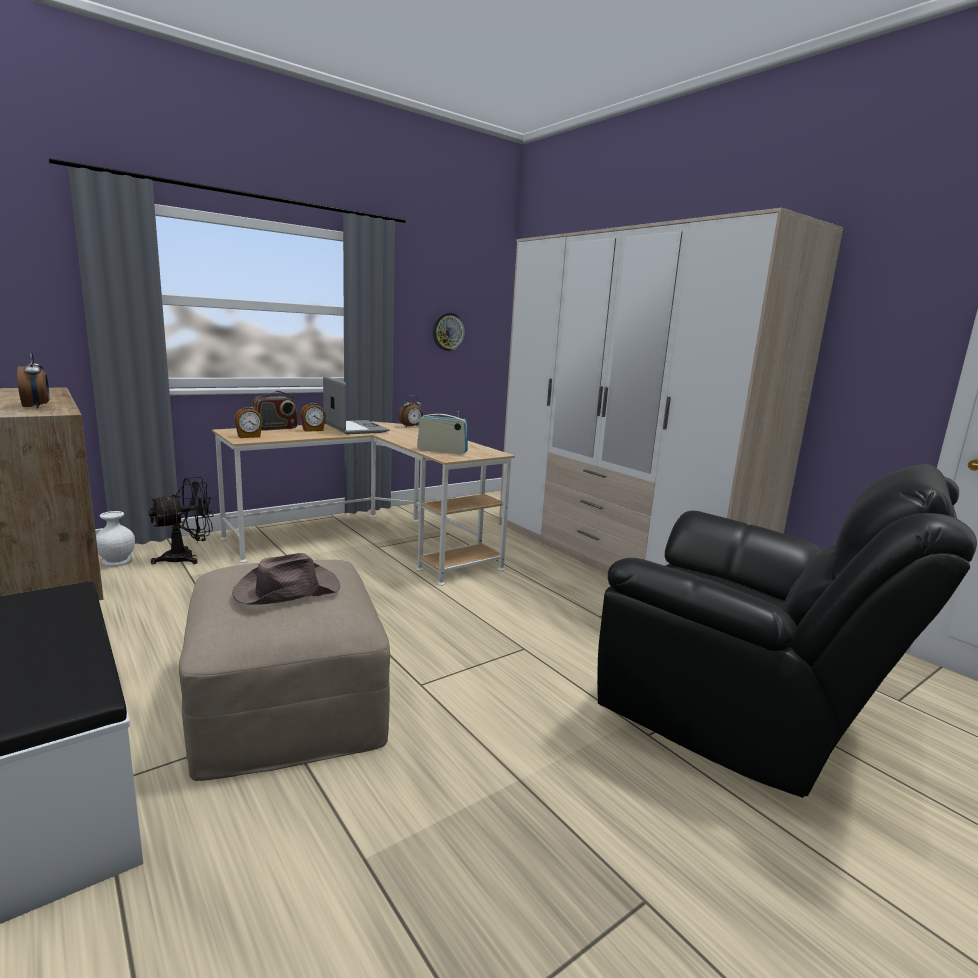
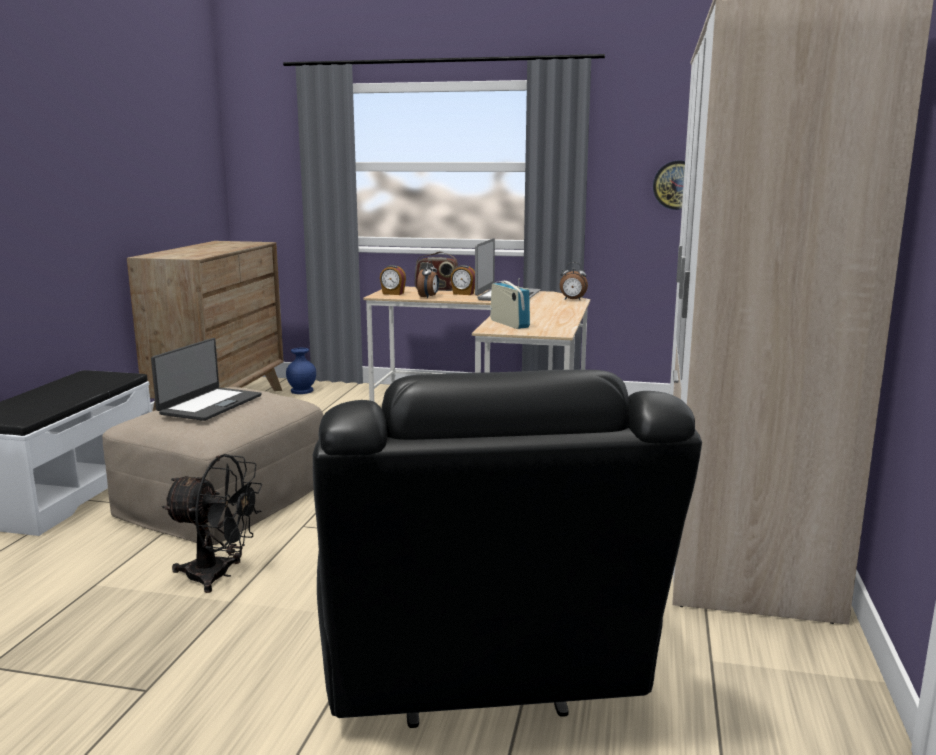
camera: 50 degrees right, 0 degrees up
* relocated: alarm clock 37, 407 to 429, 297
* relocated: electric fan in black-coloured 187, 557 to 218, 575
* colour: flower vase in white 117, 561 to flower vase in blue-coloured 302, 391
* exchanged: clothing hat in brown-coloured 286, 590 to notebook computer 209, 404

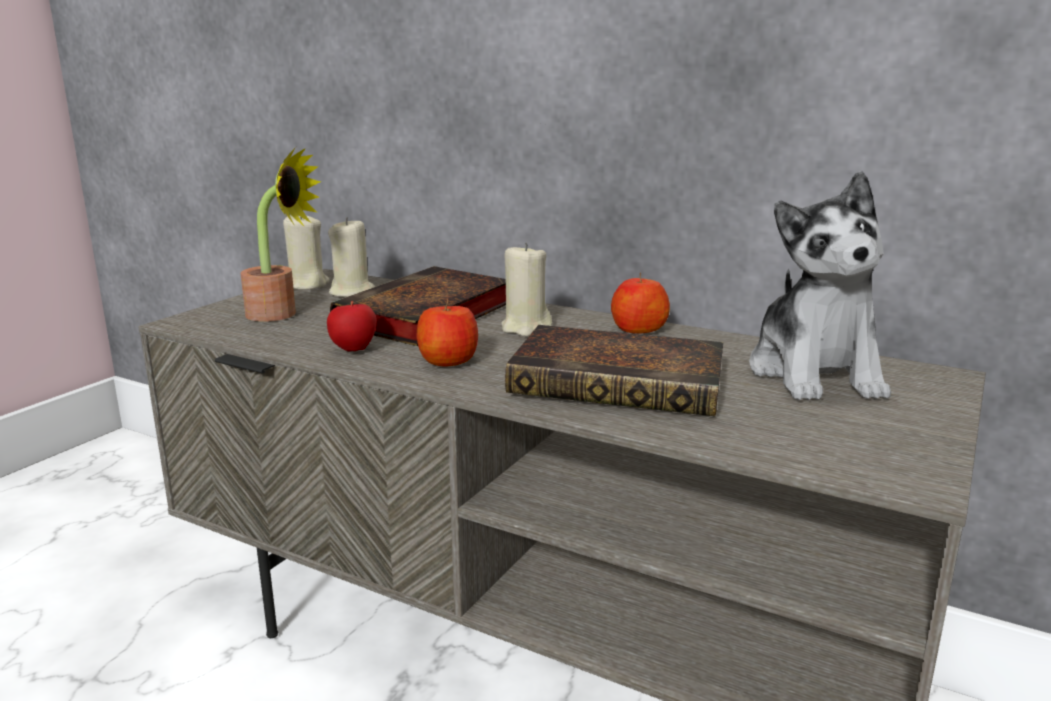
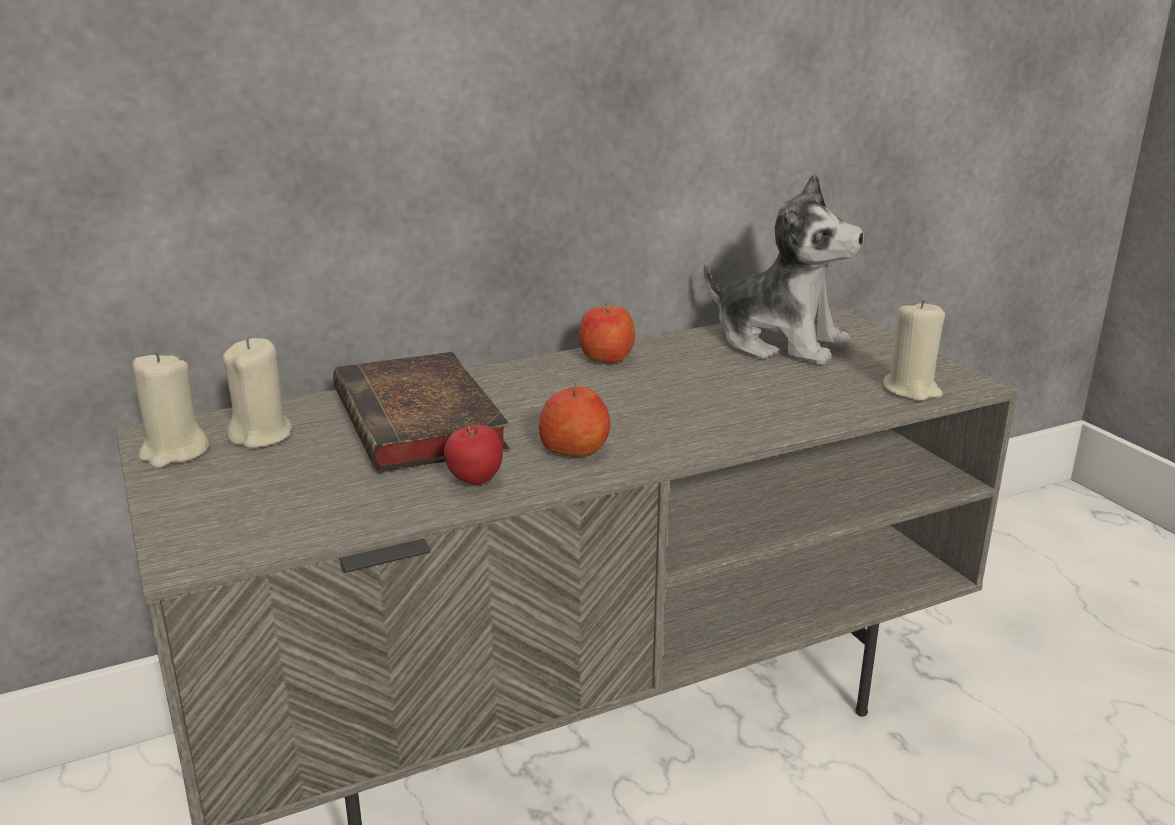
camera: 55 degrees left, 5 degrees up
* missing: plant in a pot 281, 315
* relocated: candle in sand-coloured 525, 328 to 911, 390
* missing: book 623, 382

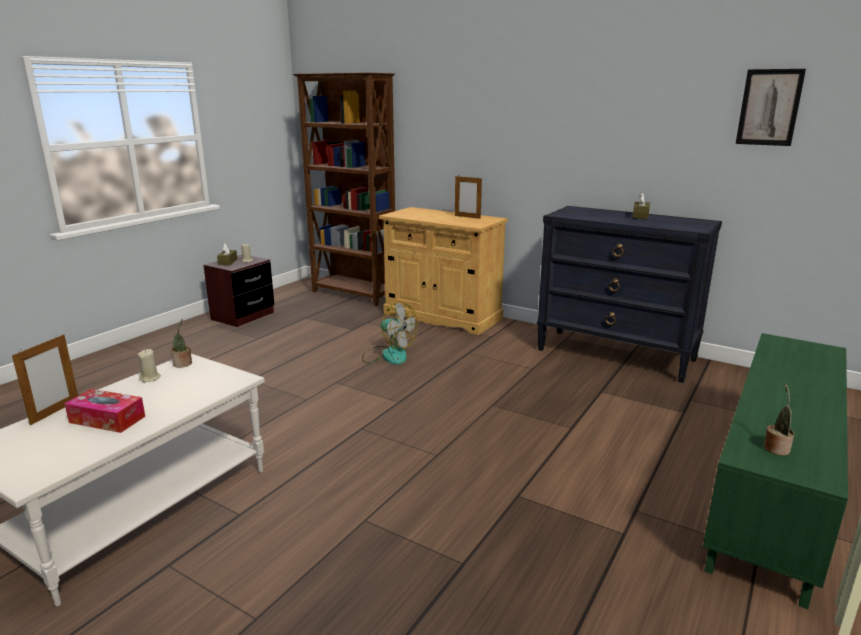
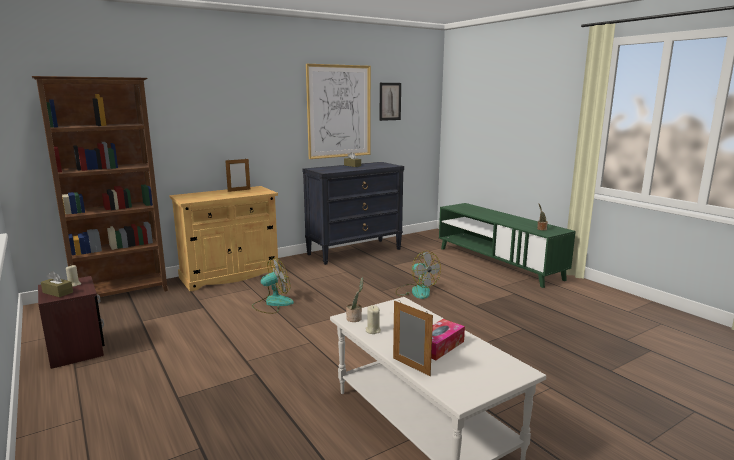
camera: 65 degrees left, 5 degrees down
* appeared: wall picture 339, 111
* appeared: electric fan 416, 291

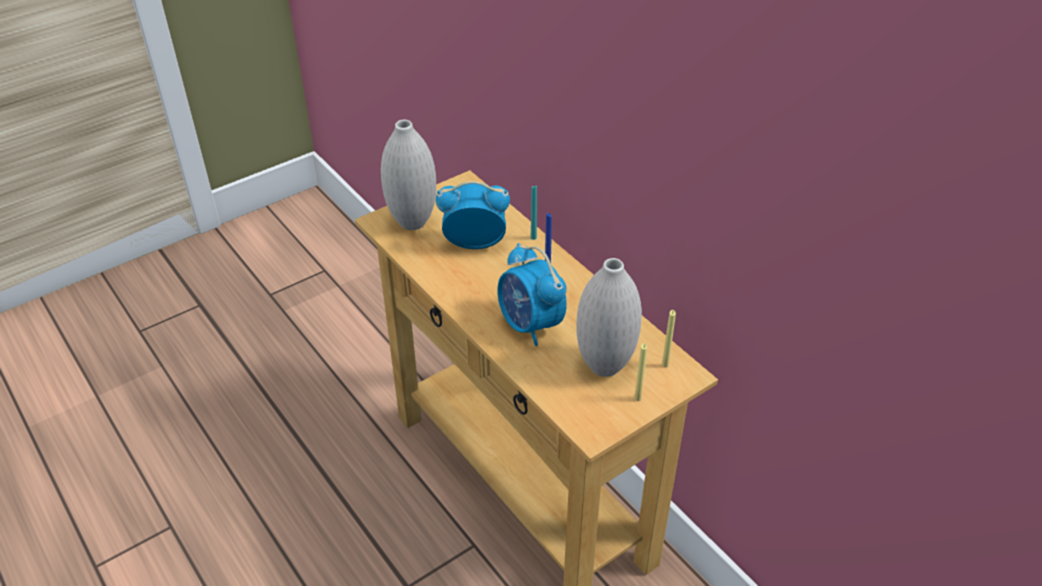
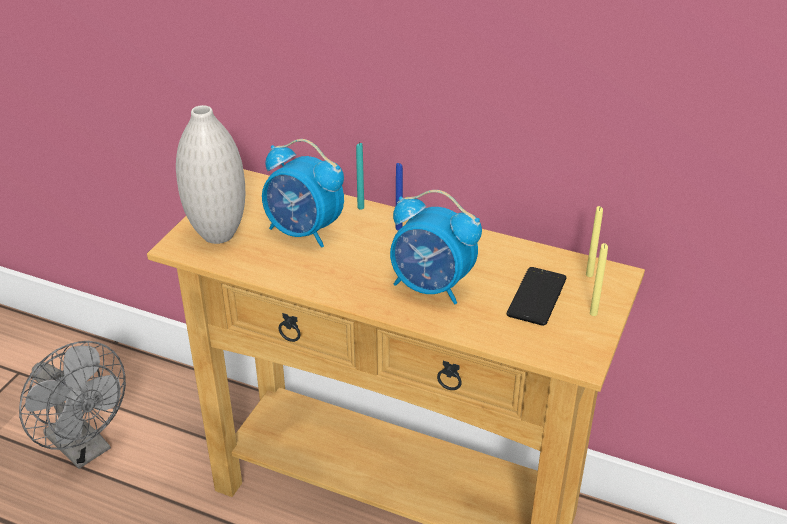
camera: 30 degrees left, 5 degrees down
* spun: alarm clock 474, 243 = 304, 232 120 degrees counterclockwise
* exchanged: flower vase in white 605, 366 to phone 537, 296
* appeared: electric fan in greyish 85, 448

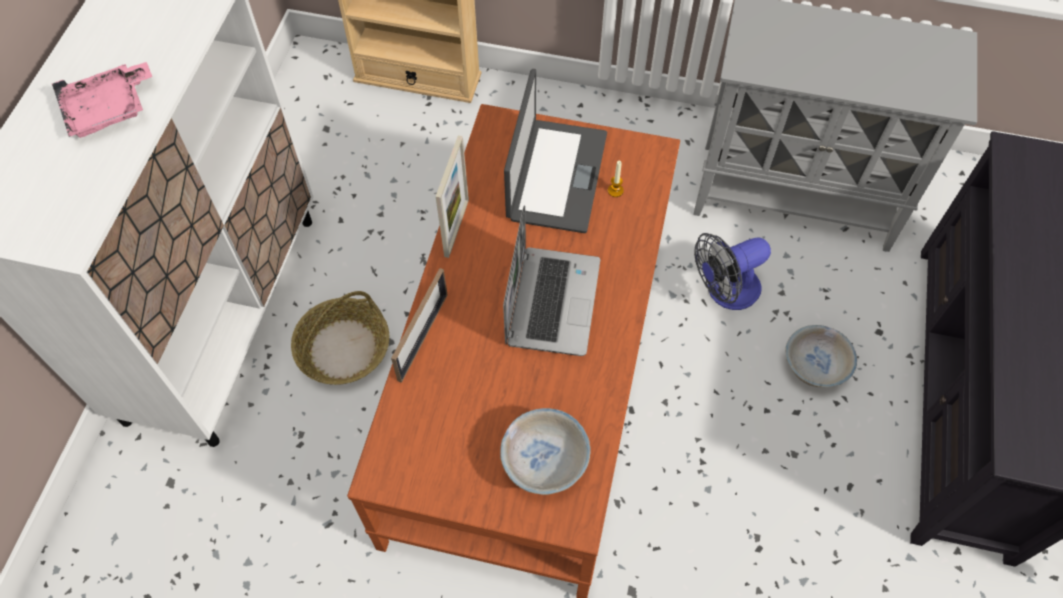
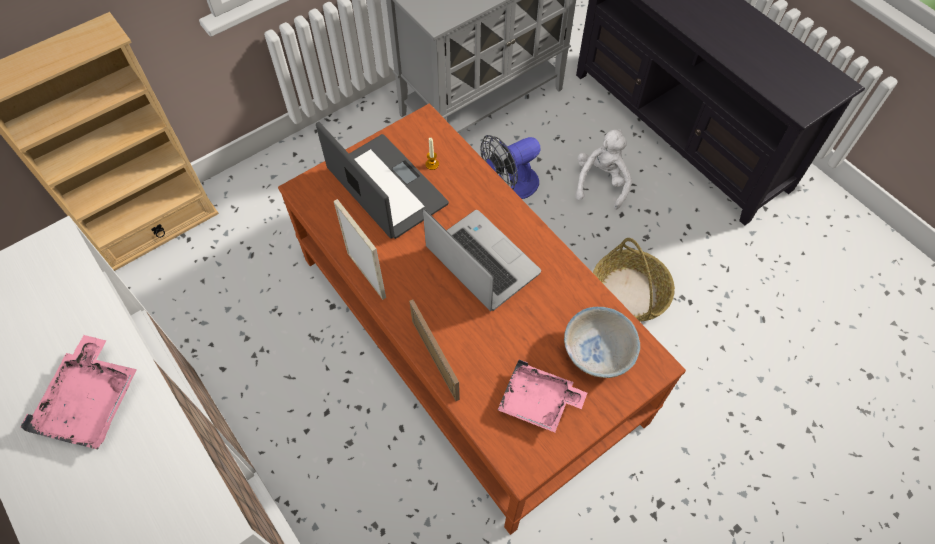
camera: 50 degrees left, 0 degrees up
* spun: electric fan 725, 291 = 510, 186 45 degrees clockwise
* relocated: storage basket 343, 349 to 630, 293
* exchanged: serving bowl in white 815, 367 to cuddly toy in white 601, 182
* appeared: serving tray in pinkish 538, 402

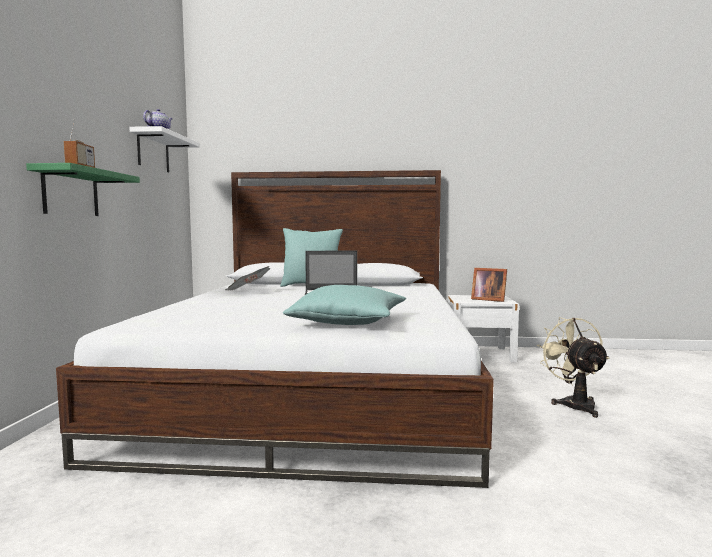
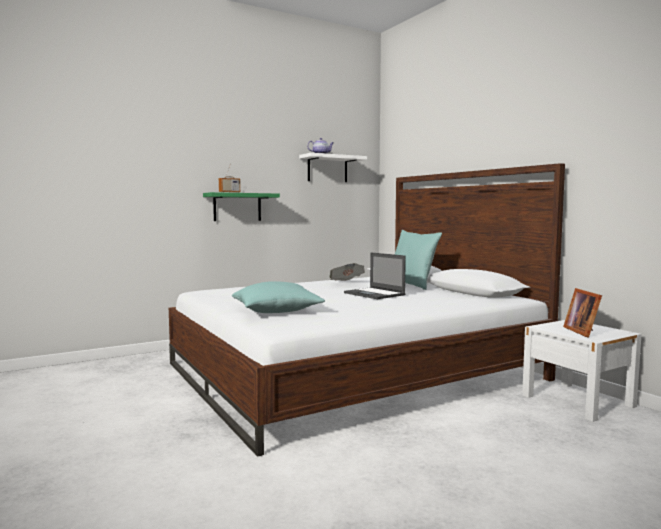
camera: 55 degrees right, 0 degrees up
* missing: electric fan in sand-coloured 574, 404

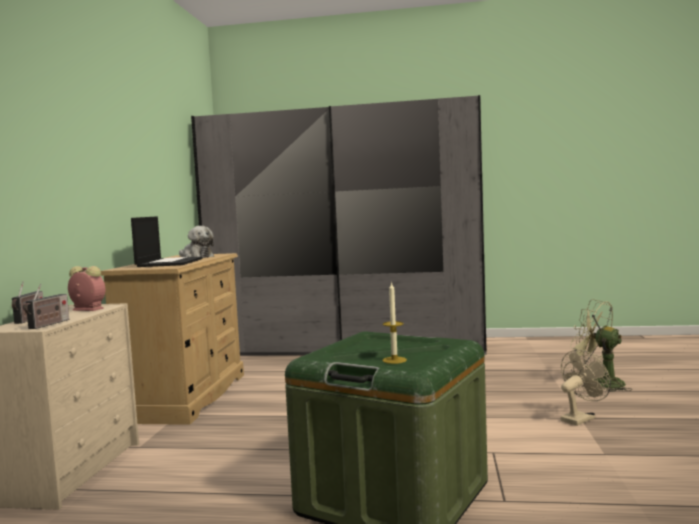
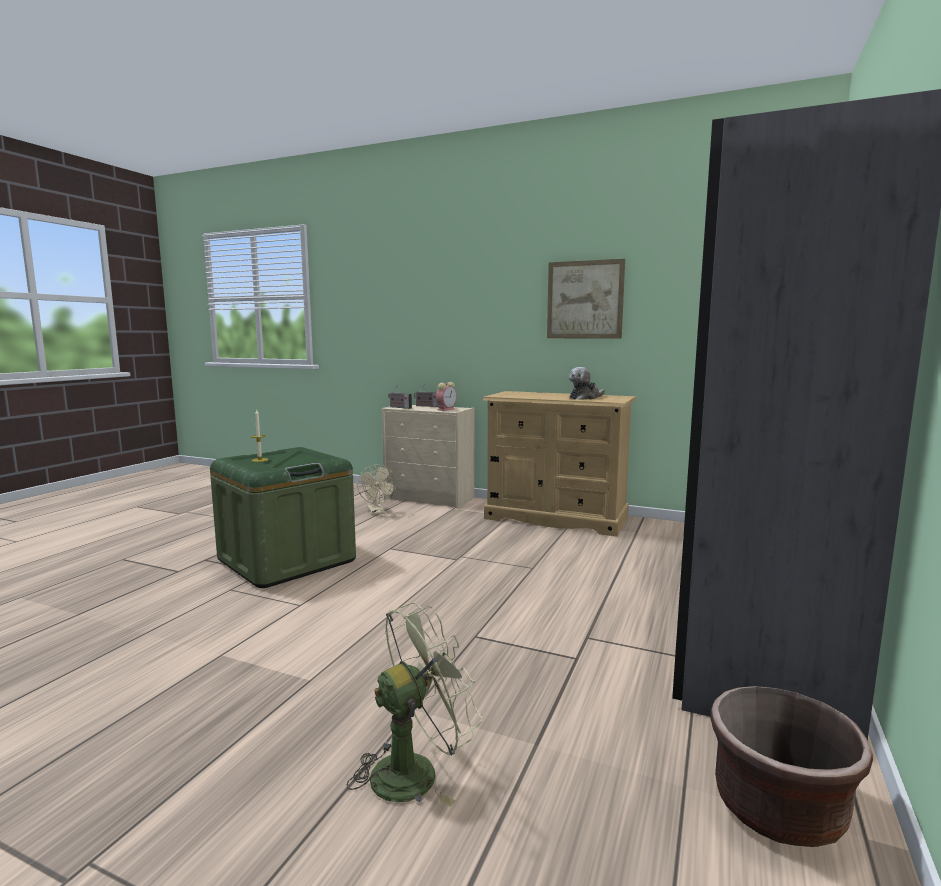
camera: 105 degrees right, 5 degrees up
* missing: notebook computer 169, 262
* relocated: electric fan in sand-coloured 580, 418 to 377, 512
* appeared: wall picture 585, 300
* appeared: planter in brown-coloured 778, 808

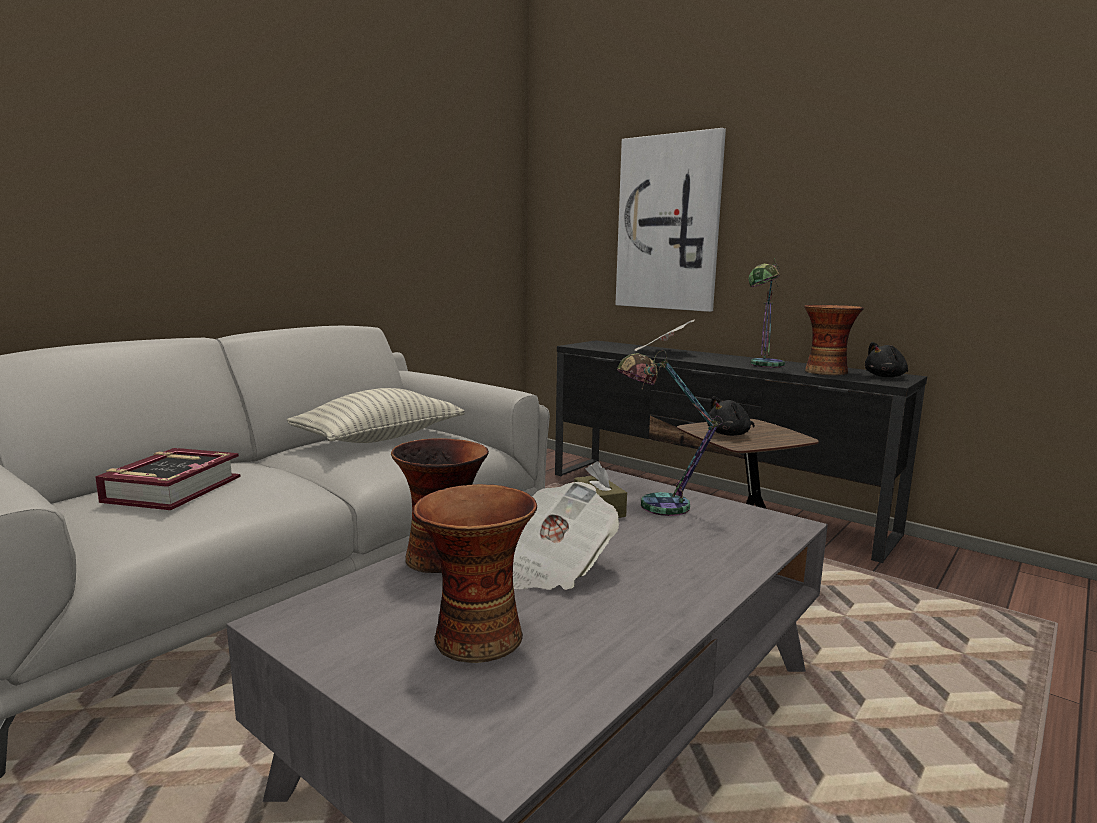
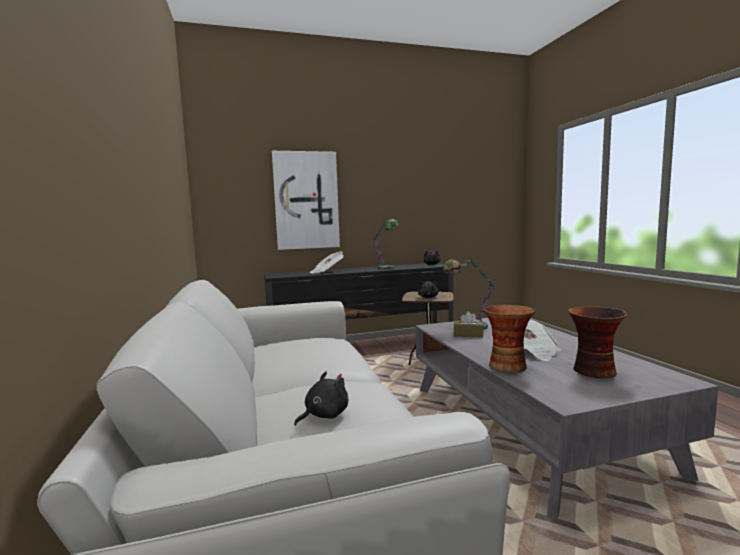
camera: 55 degrees left, 5 degrees down
* missing: flower vase 825, 372
* missing: pillow 380, 438
* exchanged: book 172, 489 to cuddly toy in black-coloured 324, 415

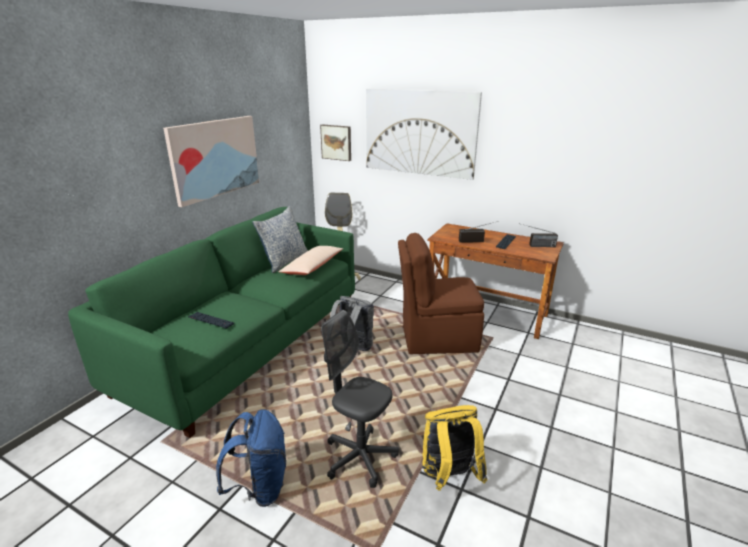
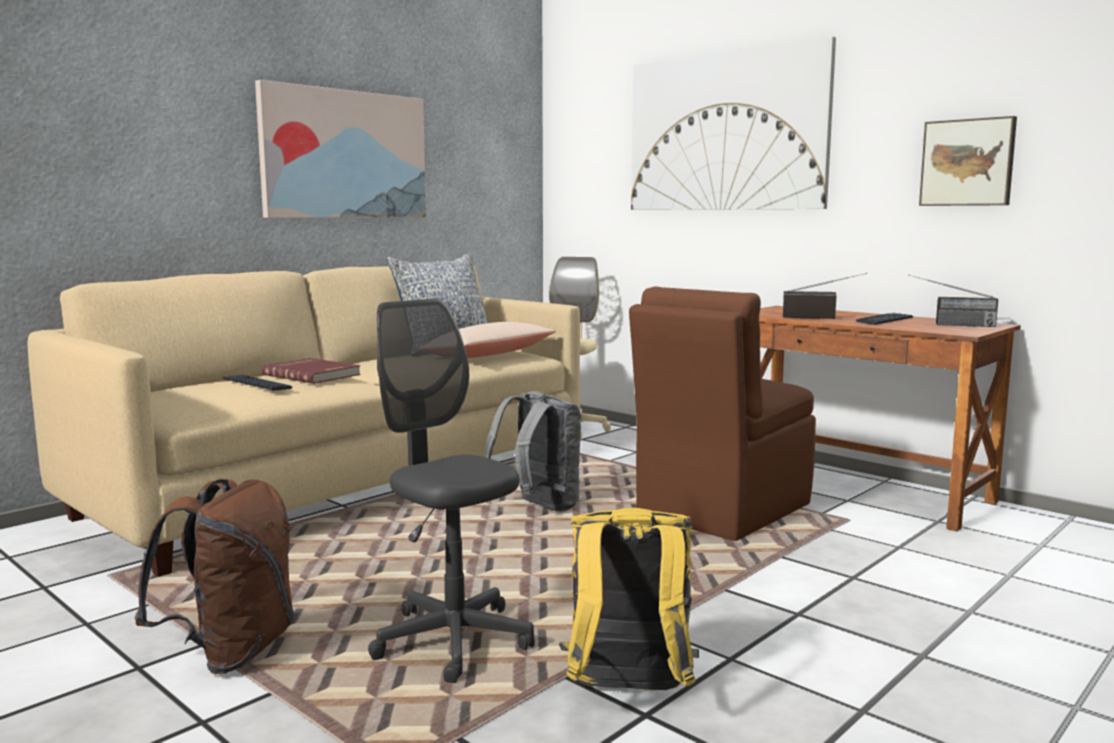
camera: 15 degrees right, 15 degrees down
* relocated: wall picture 336, 142 to 968, 163
* colour: sofa in green 247, 344 to sofa in sand-coloured 345, 485
* spun: upright chair in brown-coloured 437, 338 = 721, 510 60 degrees counterclockwise
* colour: rucksack in blue-coloured 260, 487 to rucksack in brown-coloured 231, 652
* appeared: book in red 312, 374

